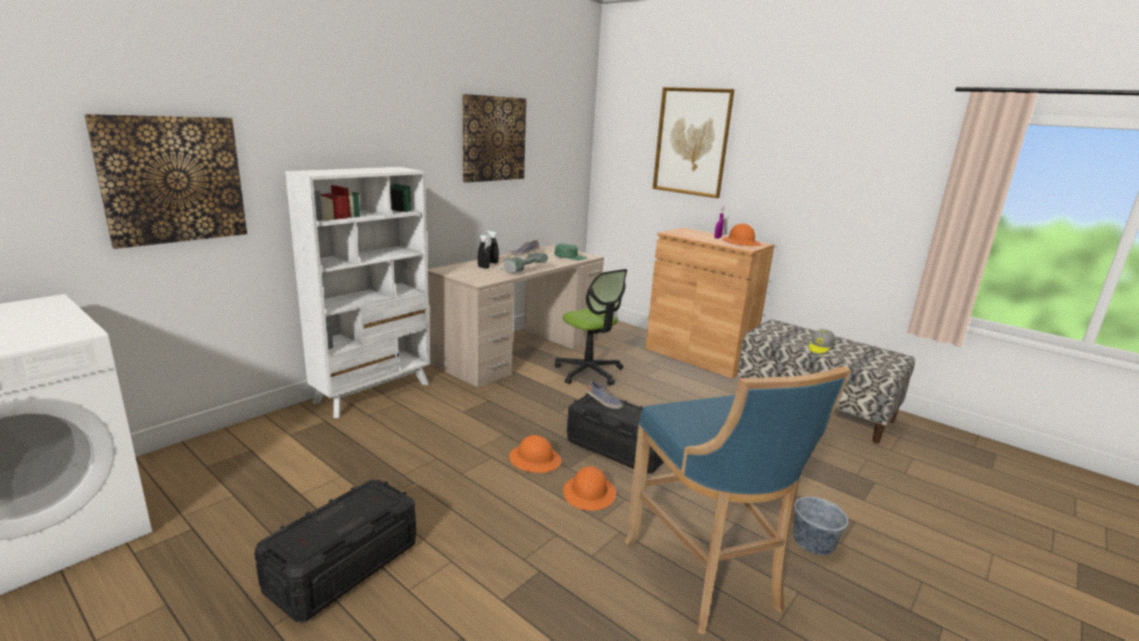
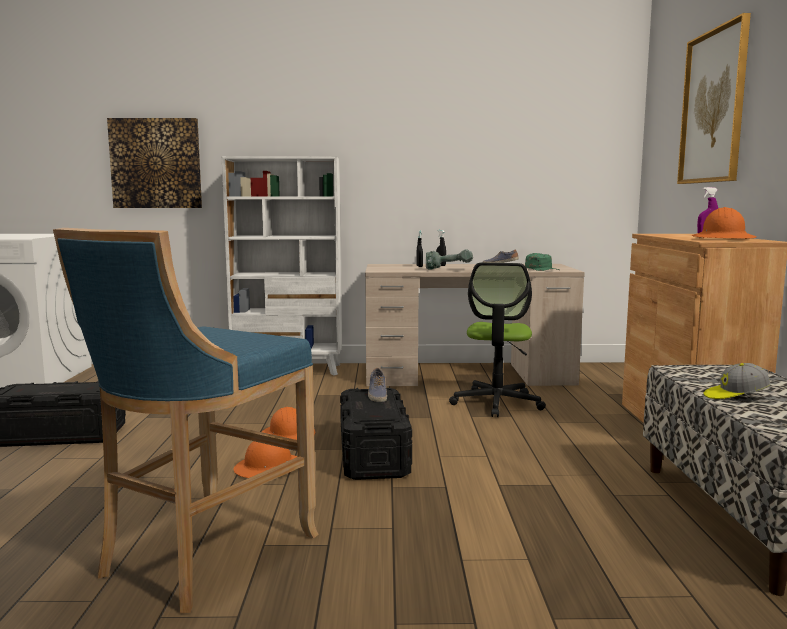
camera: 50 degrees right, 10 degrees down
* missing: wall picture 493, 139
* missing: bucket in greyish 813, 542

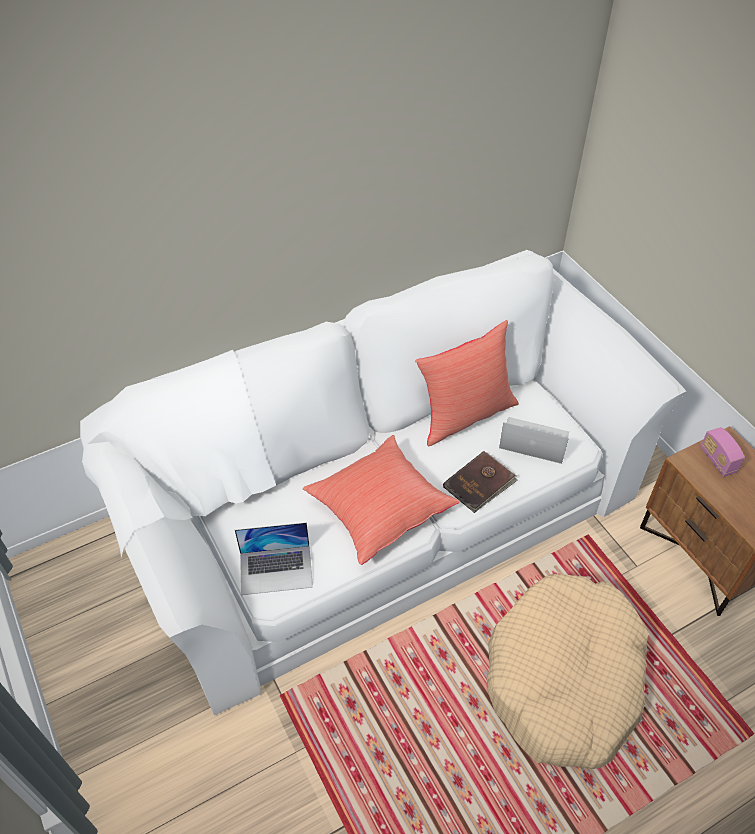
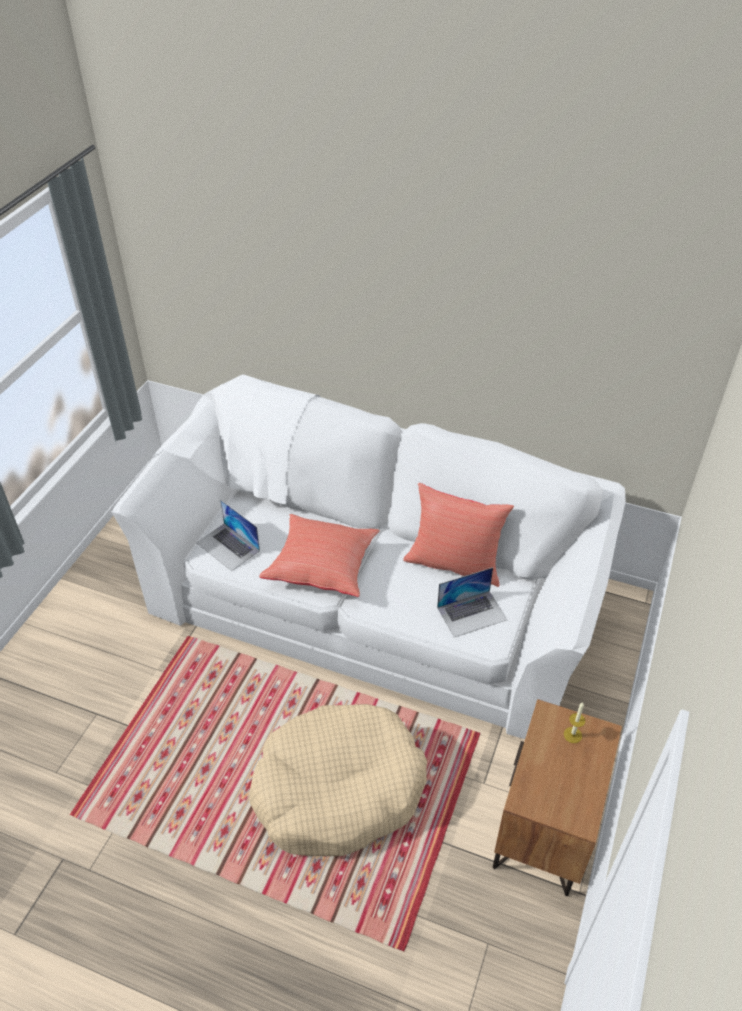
camera: 50 degrees right, 5 degrees down
* spun: notebook computer 534, 440 = 472, 613 90 degrees clockwise
* exchanged: radio receiver 717, 460 to candle 572, 735
* missing: book in brown-coloured 480, 483

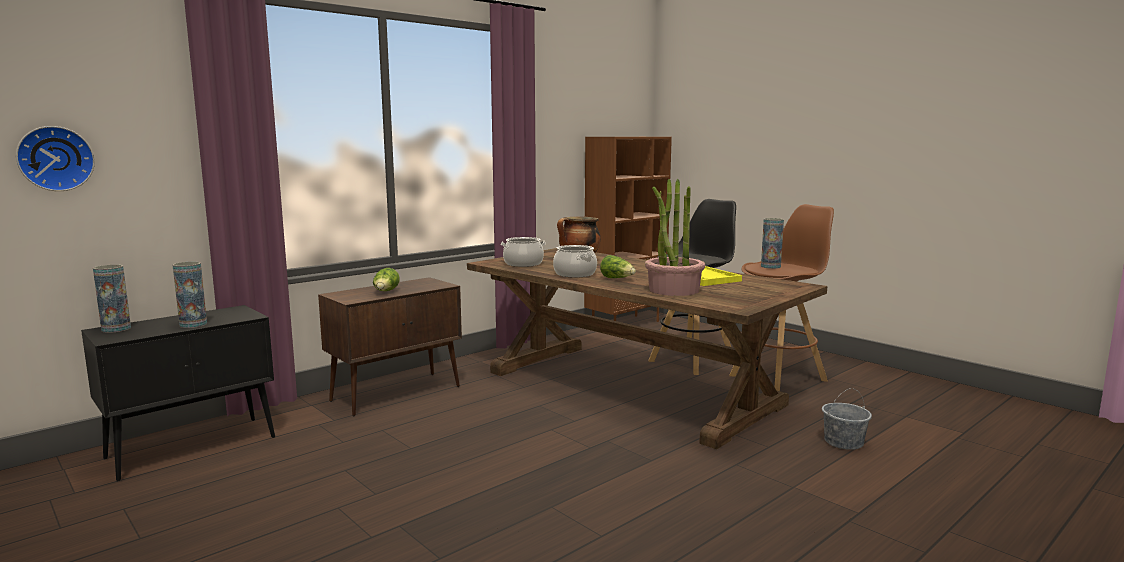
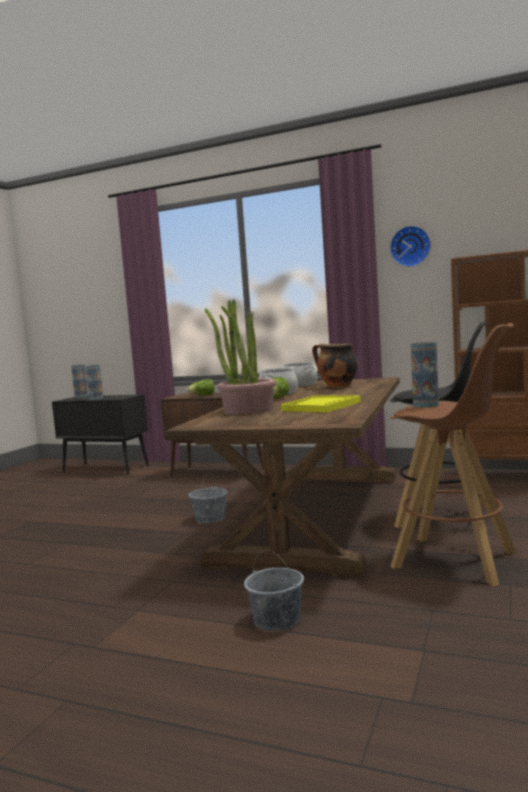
camera: 65 degrees right, 5 degrees down
* relocated: hanging clock 55, 158 to 410, 246
* appeared: bucket in greyish 210, 518

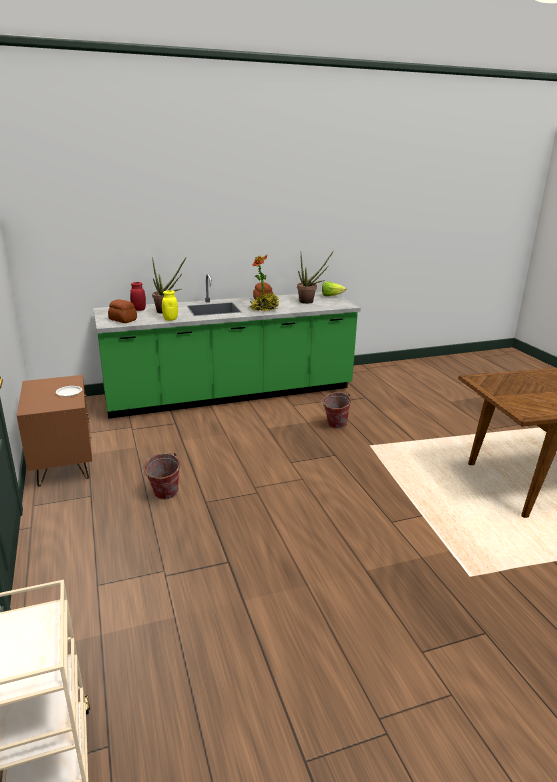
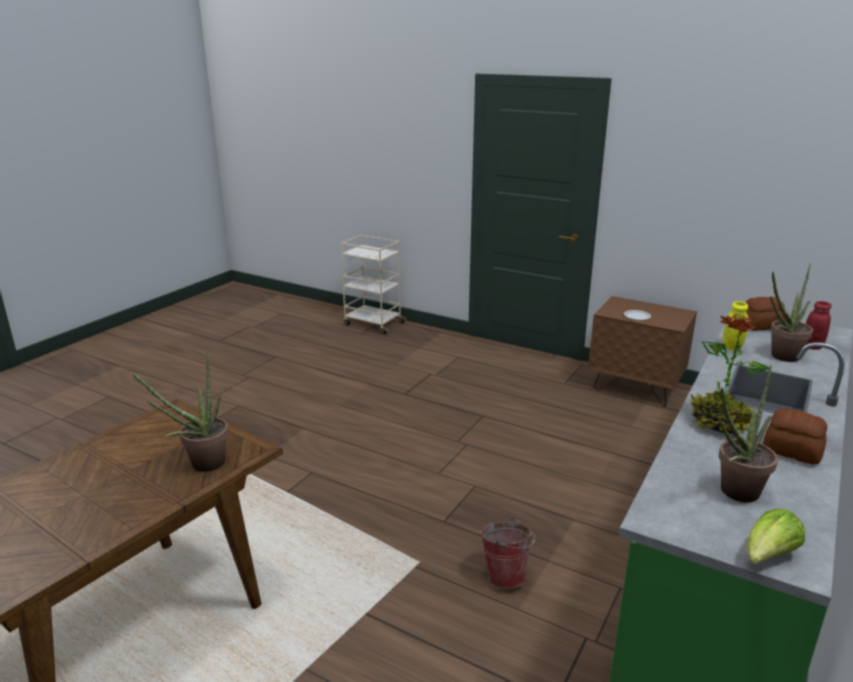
camera: 140 degrees right, 0 degrees up
* missing: bucket 163, 496
* appeared: plant in a pot 201, 465

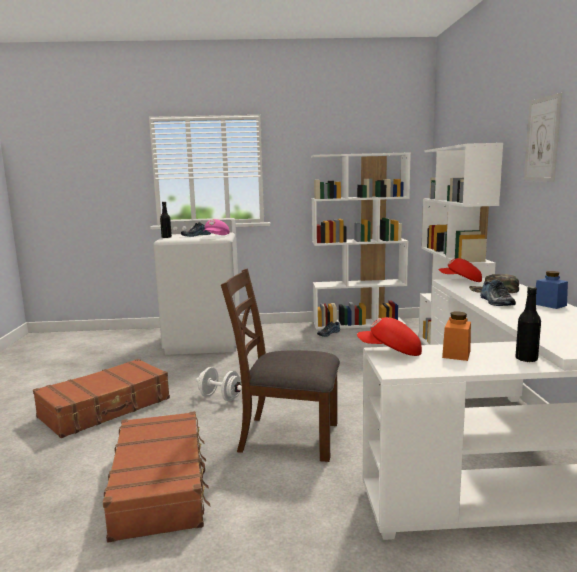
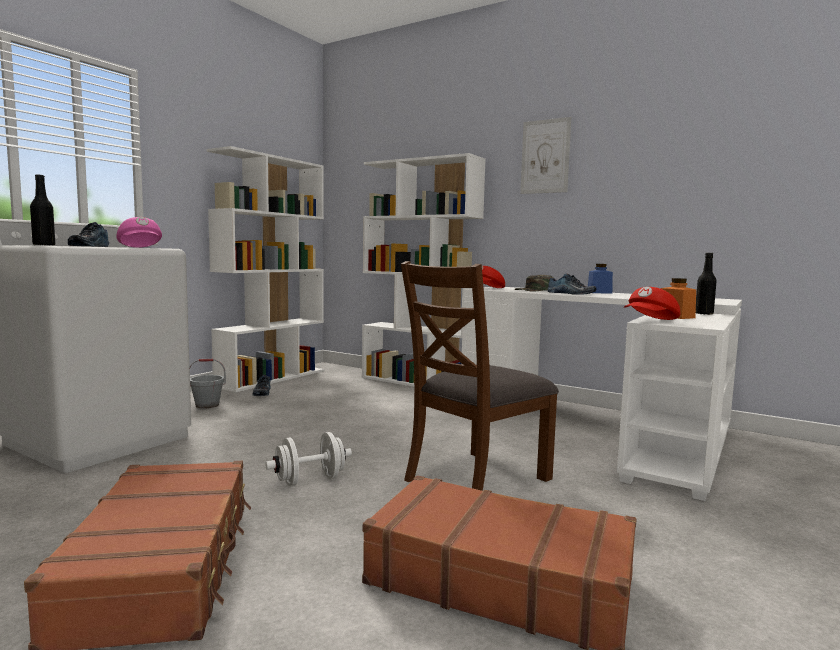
camera: 55 degrees left, 5 degrees down
* appeared: bucket in greyish 207, 405

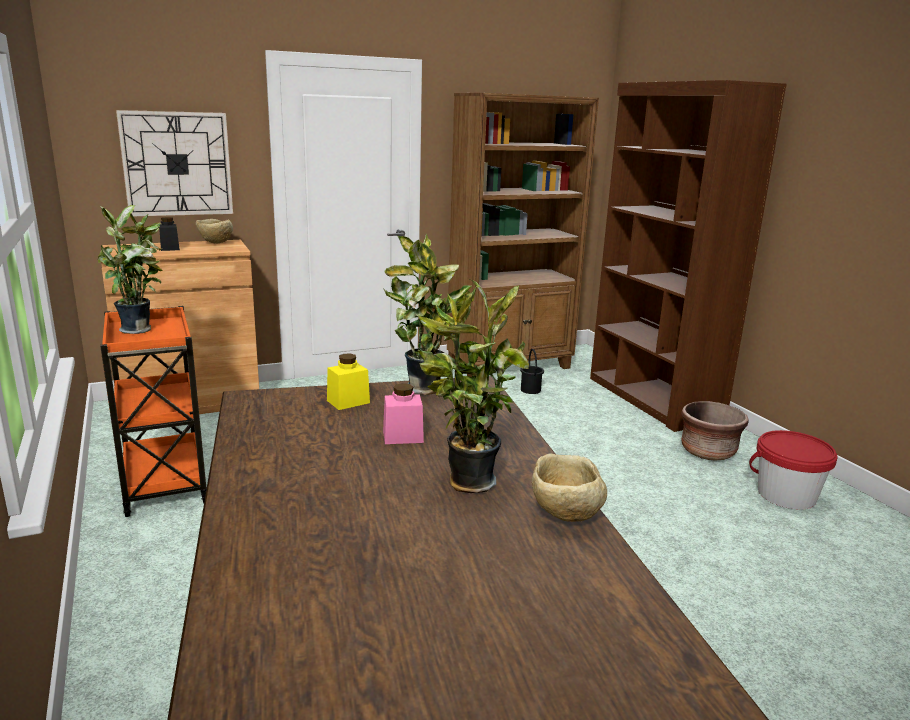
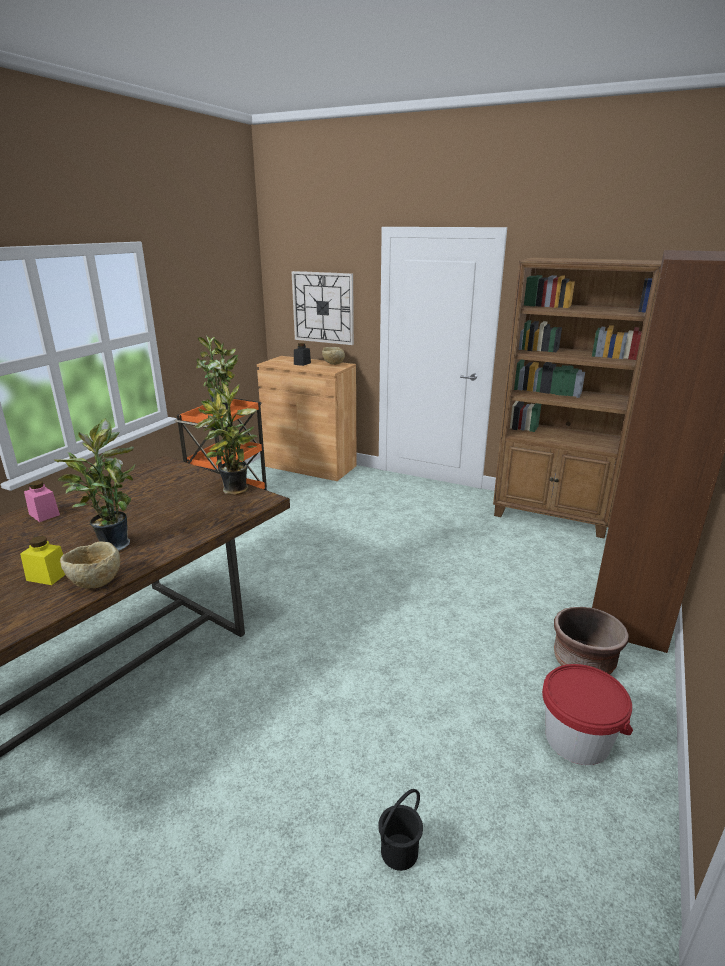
camera: 50 degrees right, 5 degrees up
* relocated: bucket in black-coloured 530, 390 to 398, 851
* relocated: storage jar in yellowish 348, 401 to 47, 576
* relocated: storage jar in pinkish 403, 436 to 44, 514

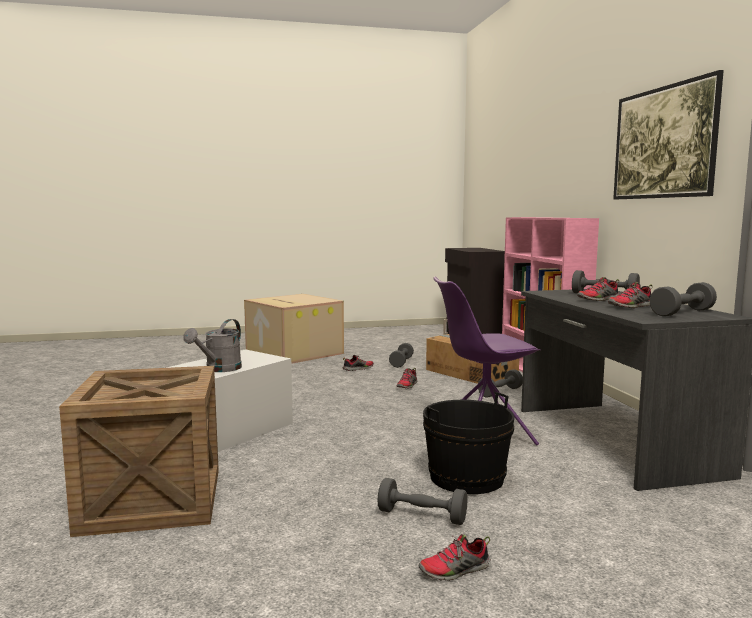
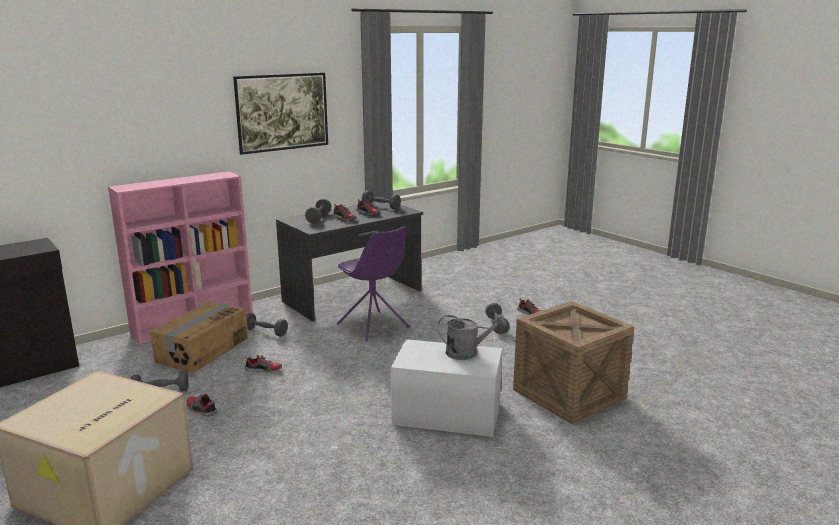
camera: 115 degrees left, 10 degrees up
* missing: bucket in black-coloured 467, 478

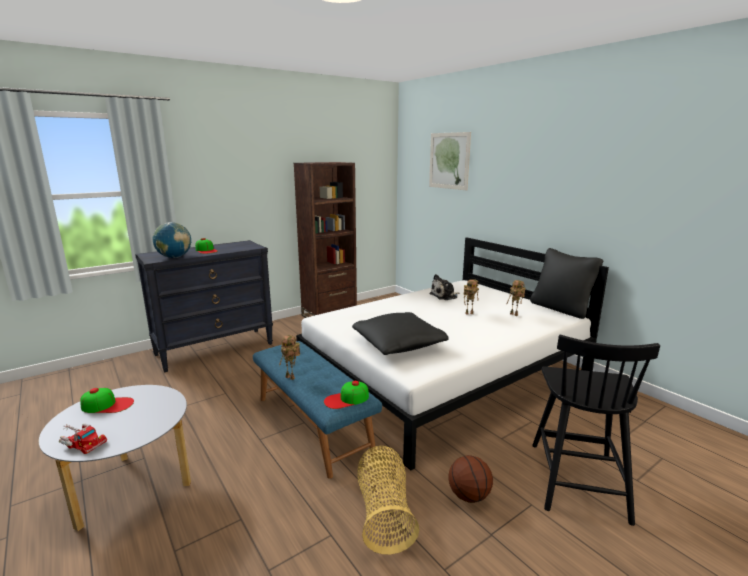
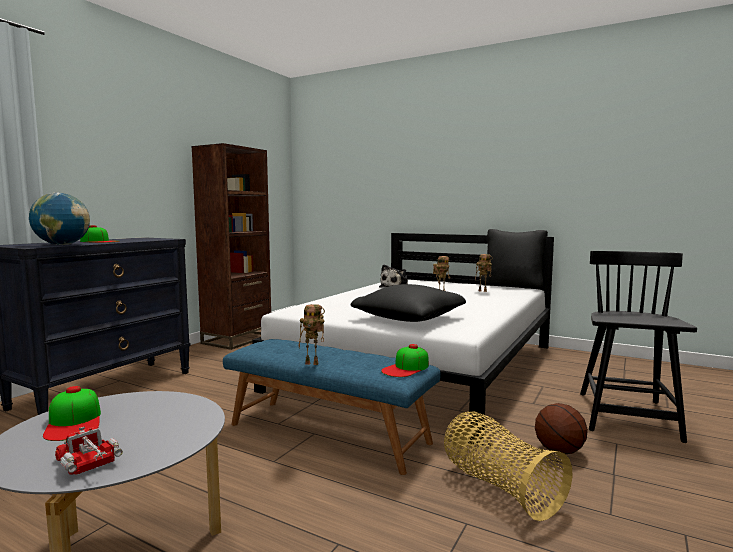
camera: 25 degrees left, 10 degrees down
* missing: wall picture 449, 161
* spun: upright chair in black-coloured 577, 479 = 627, 417 150 degrees counterclockwise
* spun: baseball cap 107, 405 = 74, 422 90 degrees clockwise
* spun: toy truck 82, 442 = 89, 464 135 degrees counterclockwise

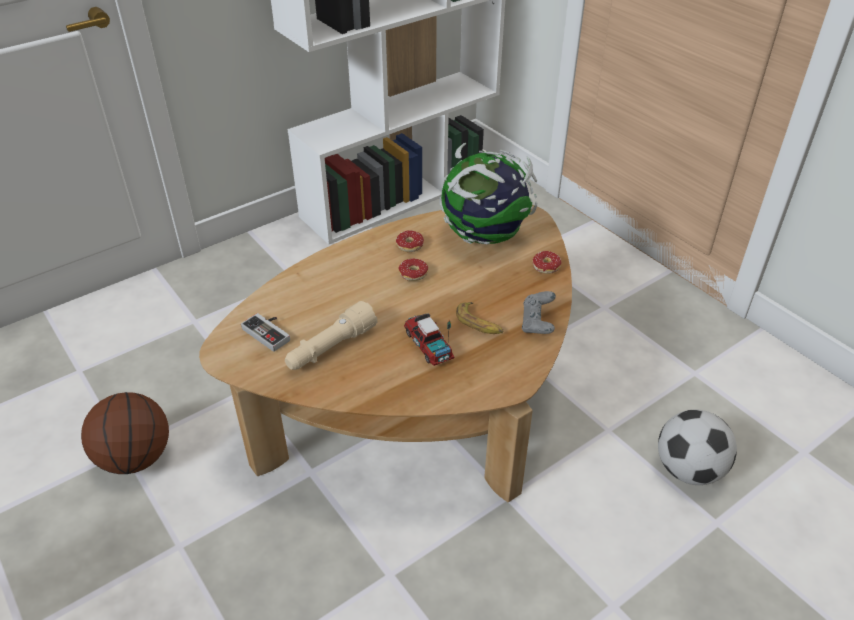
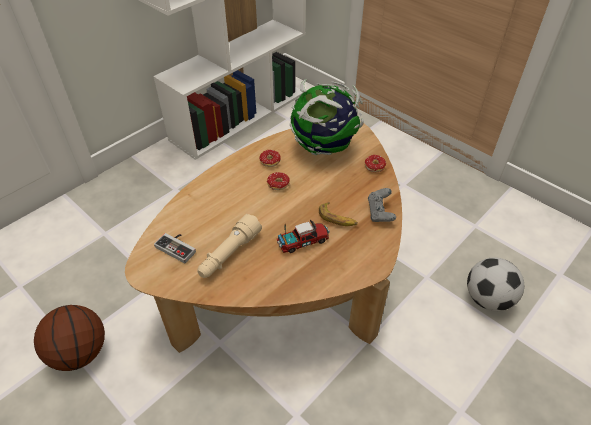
camera: 10 degrees left, 5 degrees up
* spun: toy truck 428, 345 = 303, 241 105 degrees clockwise

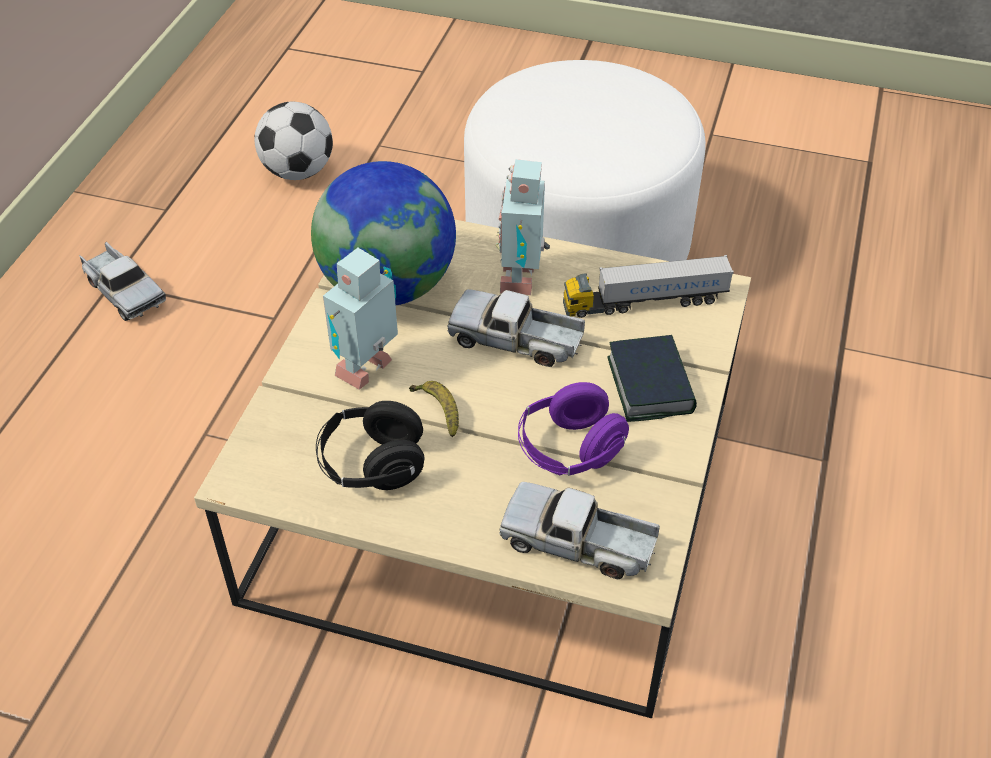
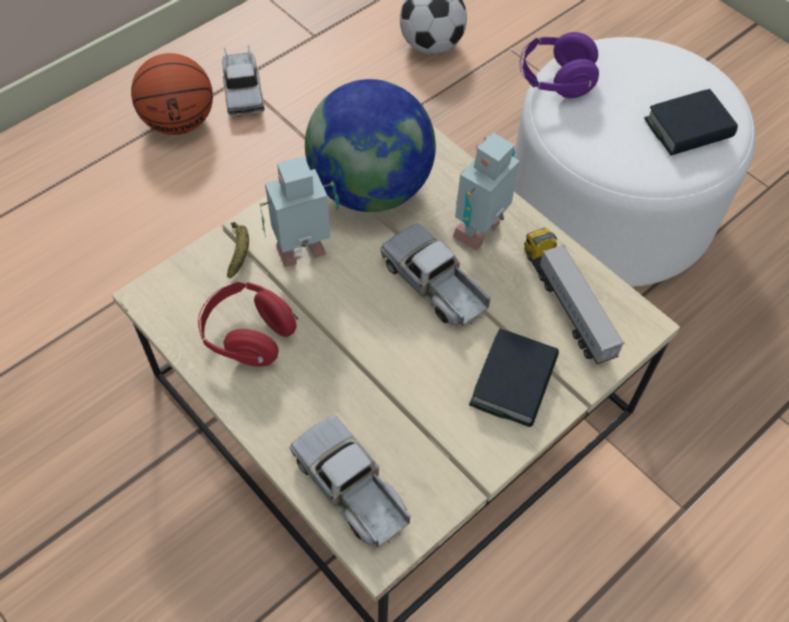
camera: 30 degrees right, 10 degrees up
* spun: toy truck 644, 302 = 566, 304 45 degrees clockwise
* relocated: whole banana 438, 410 to 239, 252
* relocated: pair of headphones in purple 569, 450 to 555, 81
* colour: pair of headphones in black-coloured 372, 465 to pair of headphones in red 248, 336
* appeared: basketball ball 179, 122
* appeared: book 688, 129

